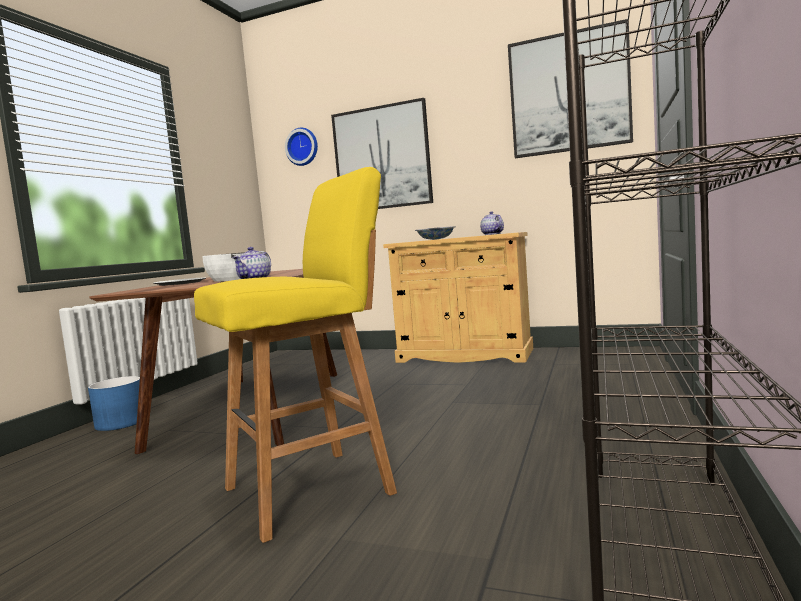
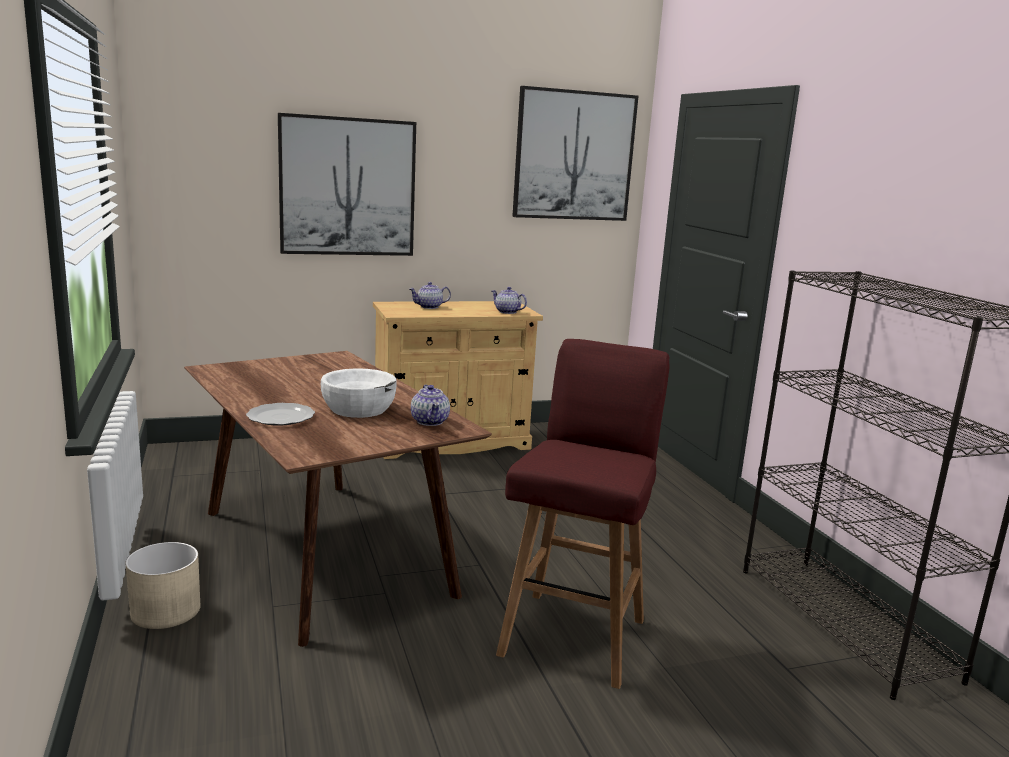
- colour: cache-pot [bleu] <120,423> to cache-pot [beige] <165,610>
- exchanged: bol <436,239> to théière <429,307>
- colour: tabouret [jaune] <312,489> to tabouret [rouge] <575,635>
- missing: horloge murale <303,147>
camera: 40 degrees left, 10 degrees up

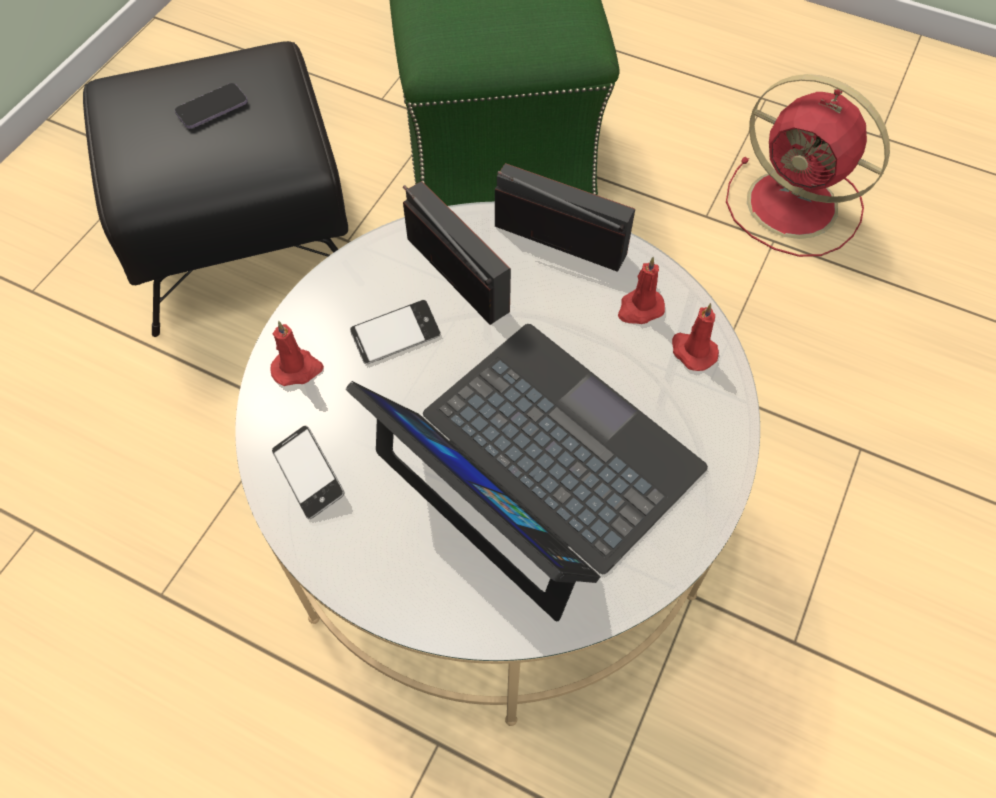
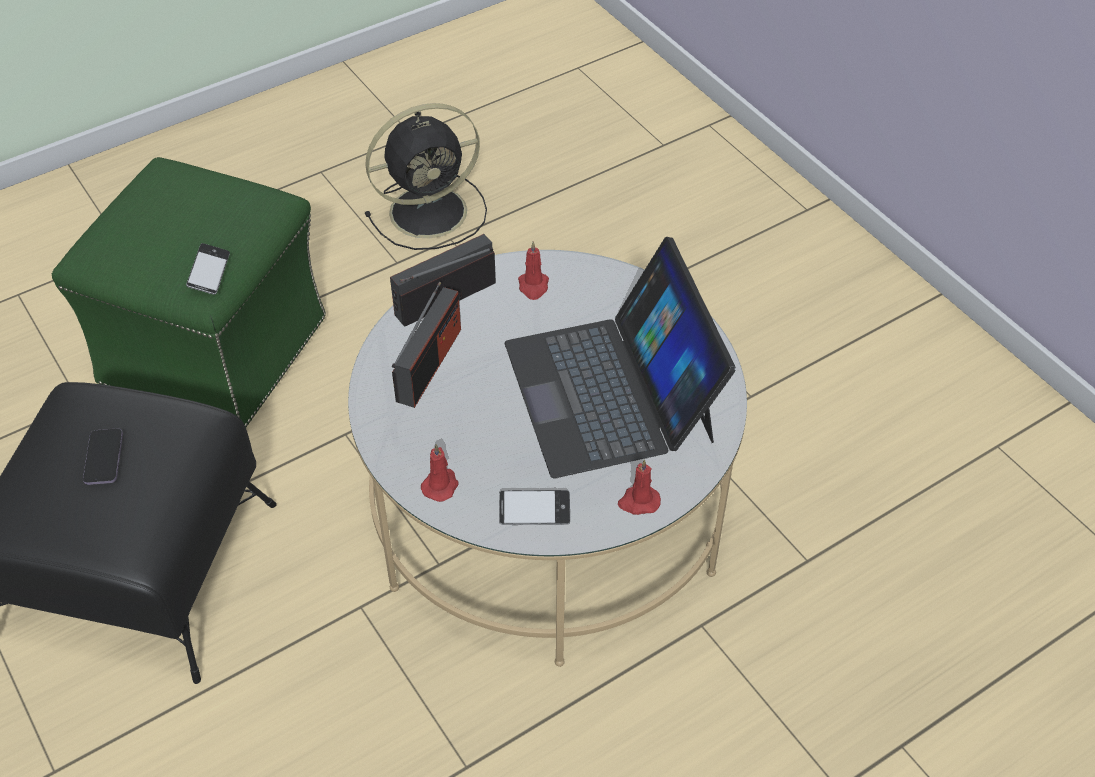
- relocated: téléphone <396,336> to <209,273>
- colour: ventilateur [rouge] <796,206> to ventilateur [noir] <431,211>
- spun: radio <457,274> = <429,364> 120 degrees clockwise
- spun: ordinateur portable <536,465> = <611,390> 90 degrees counterclockwise
- relocated: bougie [rouge] <692,351> to <638,502>
camera: 60 degrees left, 10 degrees down

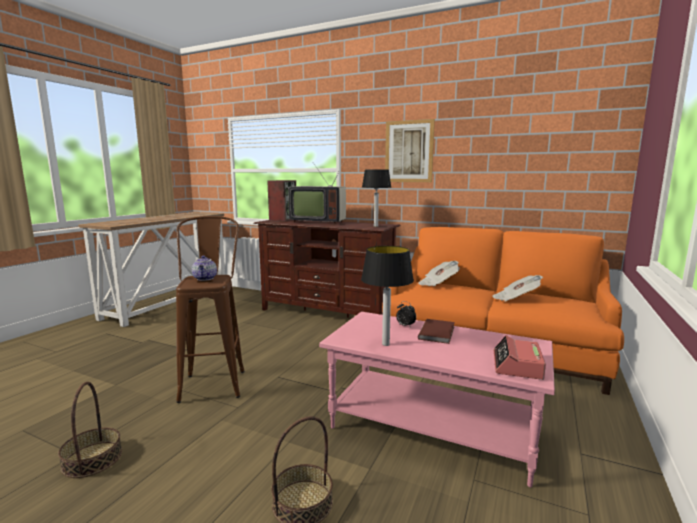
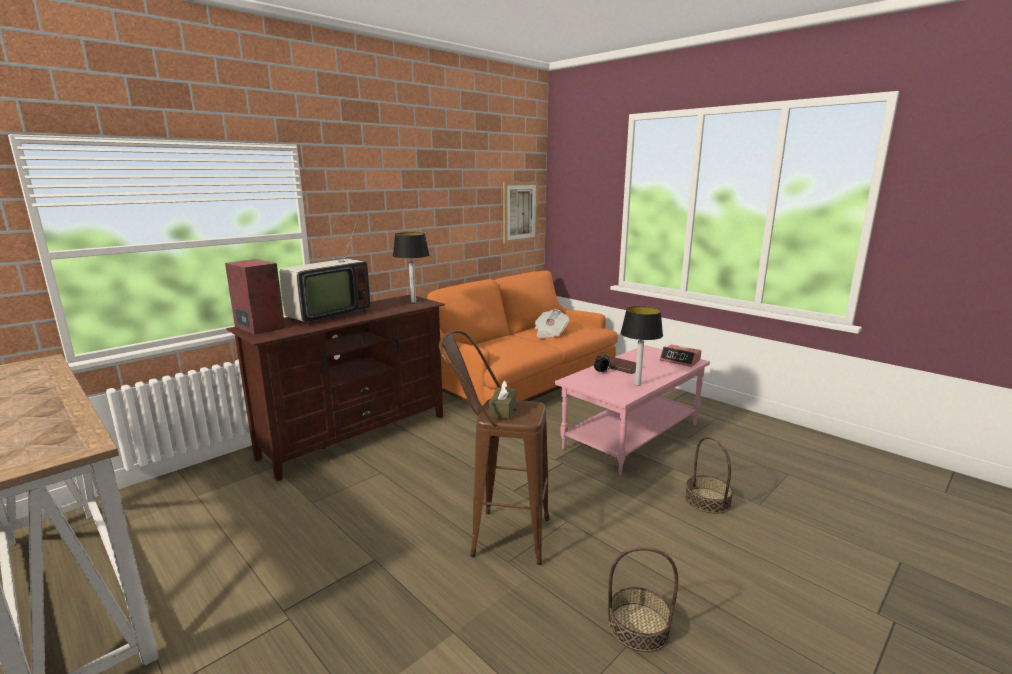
- exchanged: théière <205,278> to boîte à mouchoirs [marron] <503,410>
- relocated: tableau <409,151> to <520,212>
- missing: journal <438,284>
camera: 70 degrees left, 5 degrees up

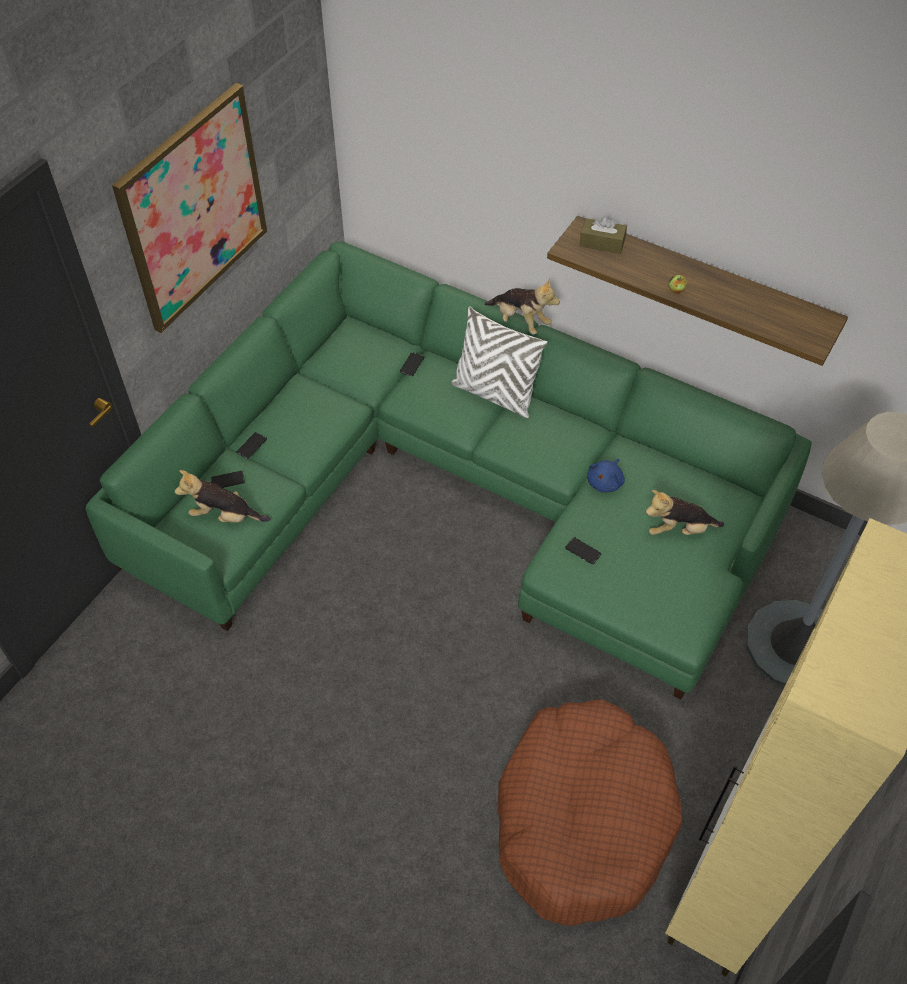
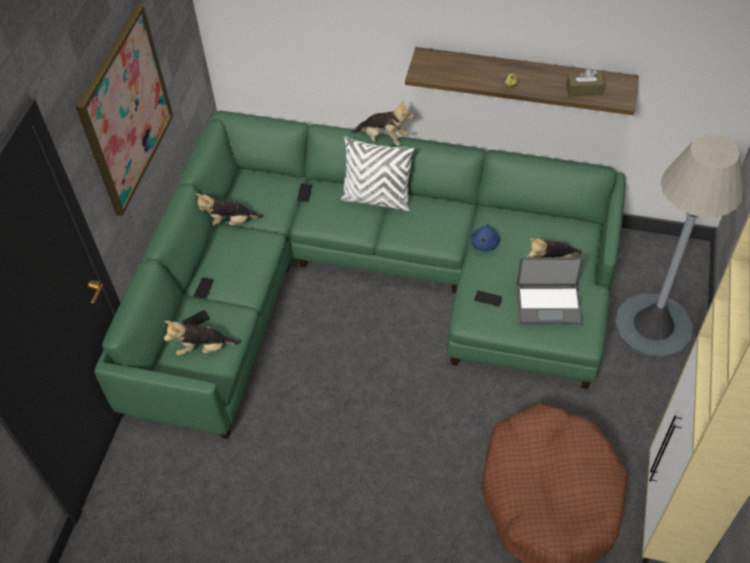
- appeared: peluche <230,223>
- appeared: ordinateur portable <549,304>
- relocated: boîte à mouchoirs [marron] <602,243> to <584,90>
camera: 15 degrees left, 0 degrees up

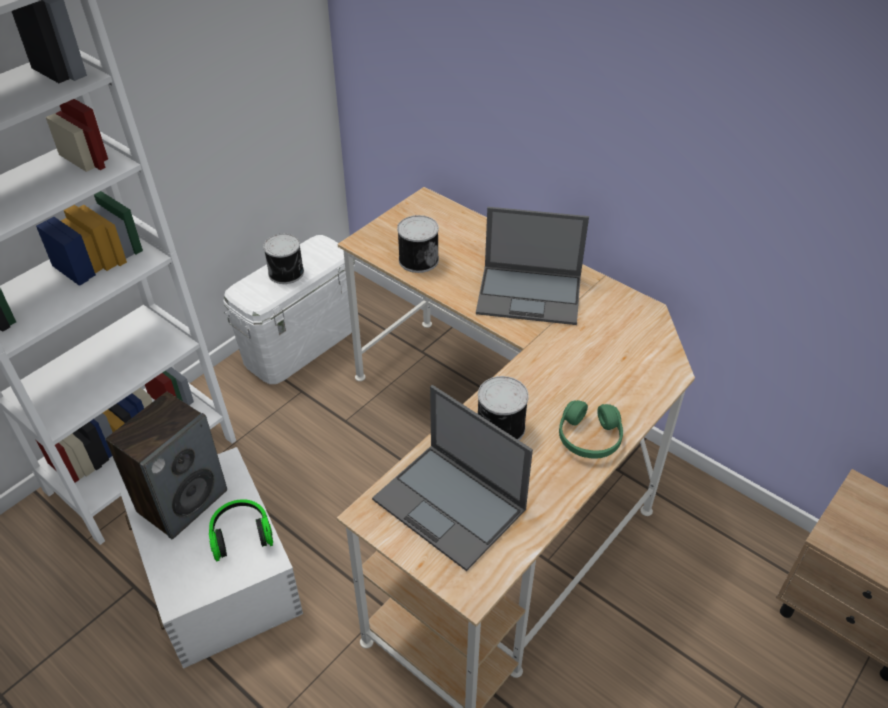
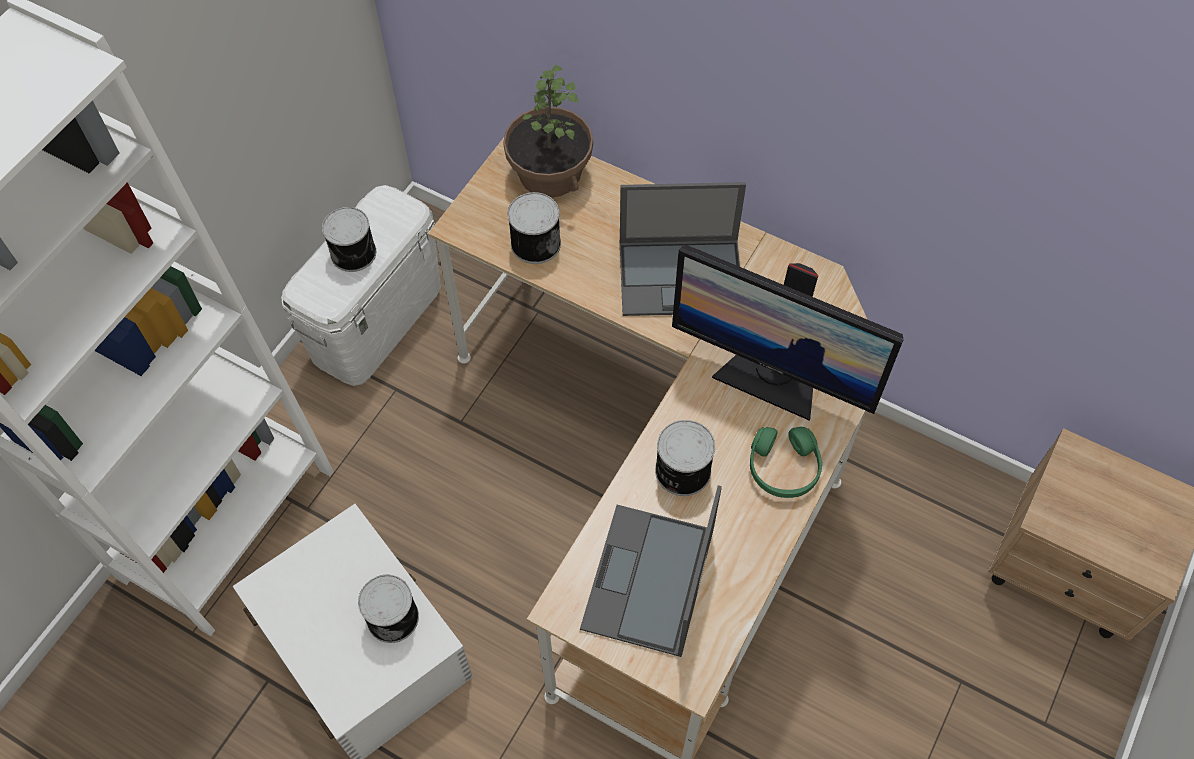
- exchanged: casque audio <241,534> to boîte métallique <393,616>
- appeared: plante en pot <549,174>
- spun: ordinateur portable <451,505> = <648,581> 75 degrees clockwise
- appeared: écran d'ordinateur <771,378>
- missing: enceinte <182,500>
camera: 10 degrees left, 15 degrees up

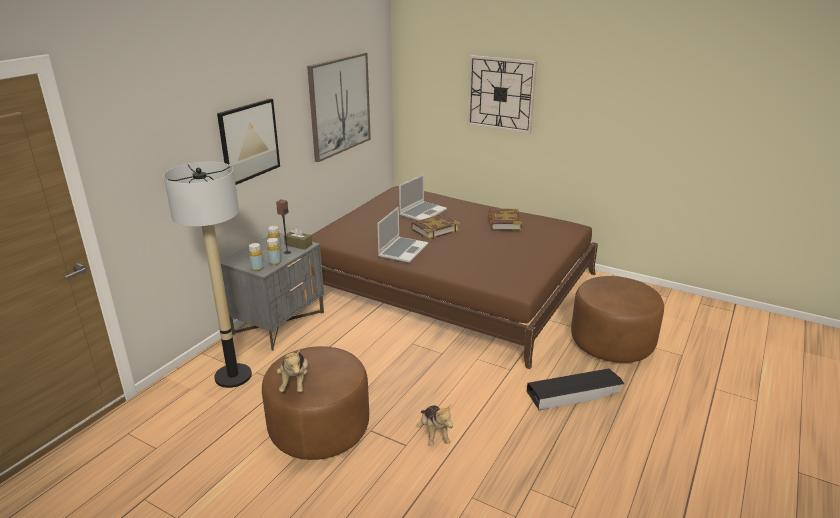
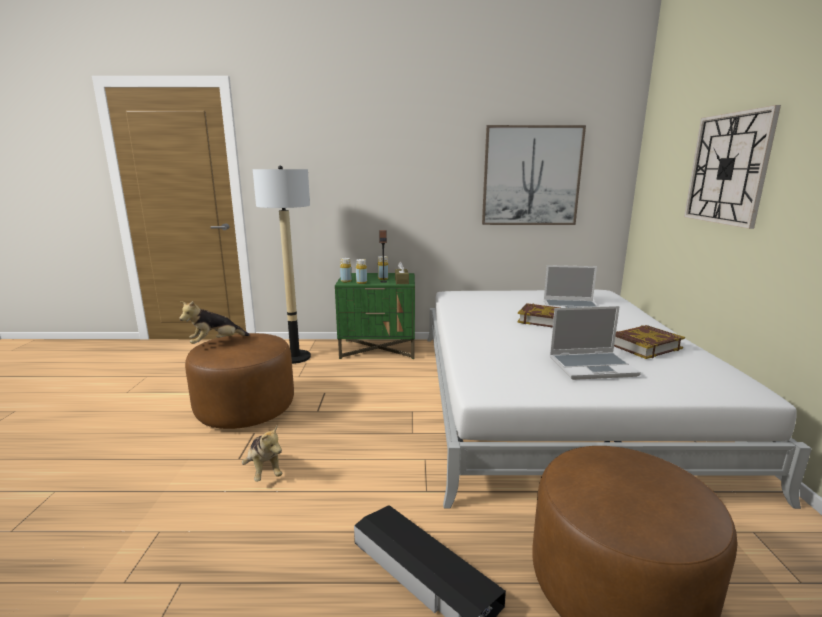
- spun: peluche <434,434> = <264,470> 75 degrees counterclockwise
- colour: table de chevet [gris] <279,323> to table de chevet [vert] <378,349>
- colour: lit [marron] <448,283> to lit [blanc] <552,397>
- relocated: ordinateur portable <403,250> to <592,366>
- missing: tableau <249,141>
camera: 60 degrees right, 10 degrees down

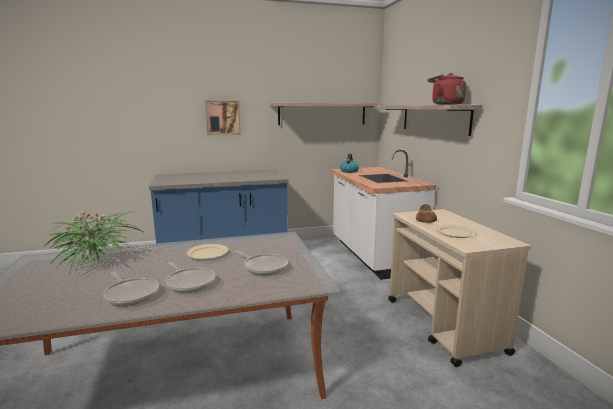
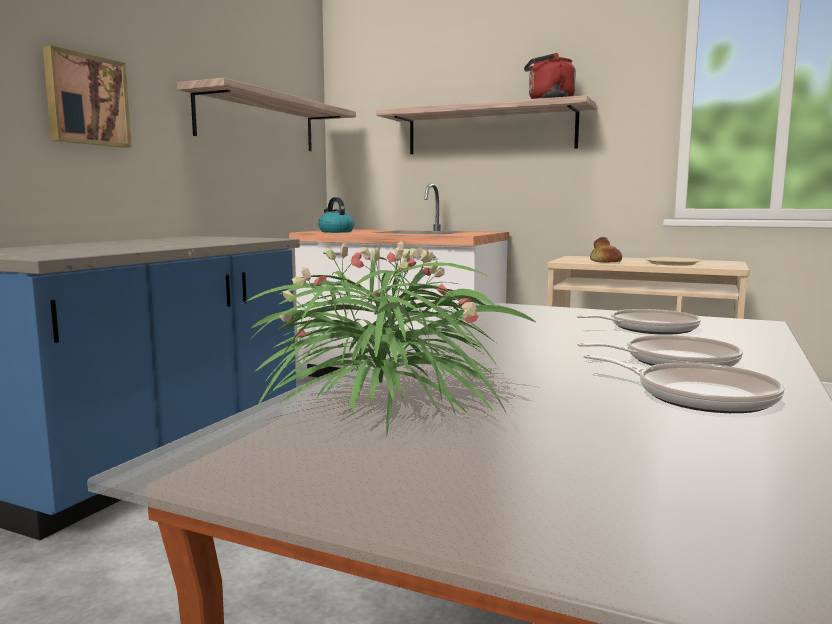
- spun: poêle <131,294> = <698,396> 45 degrees clockwise
- missing: assiette [beige] <207,253>
camera: 50 degrees left, 5 degrees down

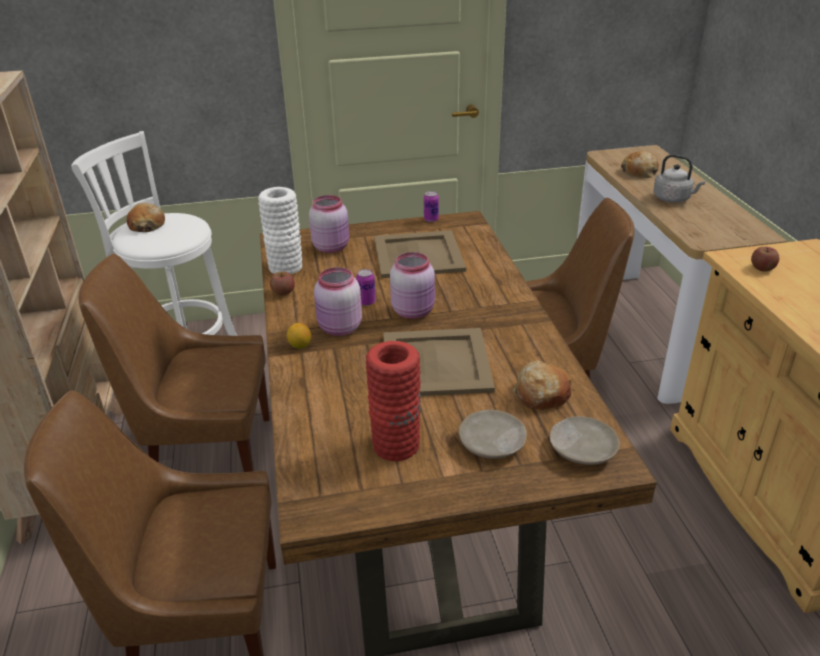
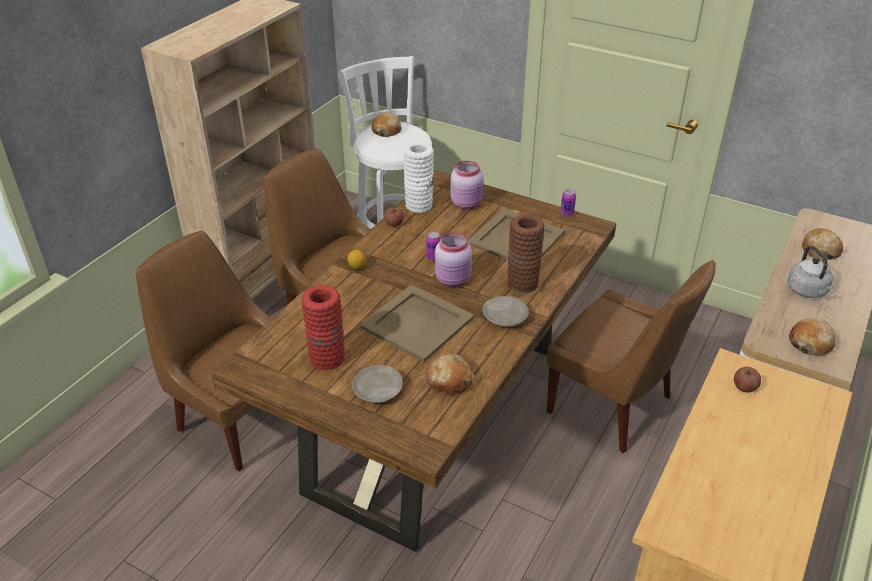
- relocated: assiette [beige] <582,449> to <505,317>
- appeared: vase [marron] <522,283>
- appeared: pain <810,343>
- missing: bocal [rose] <339,328>
camera: 40 degrees right, 5 degrees up

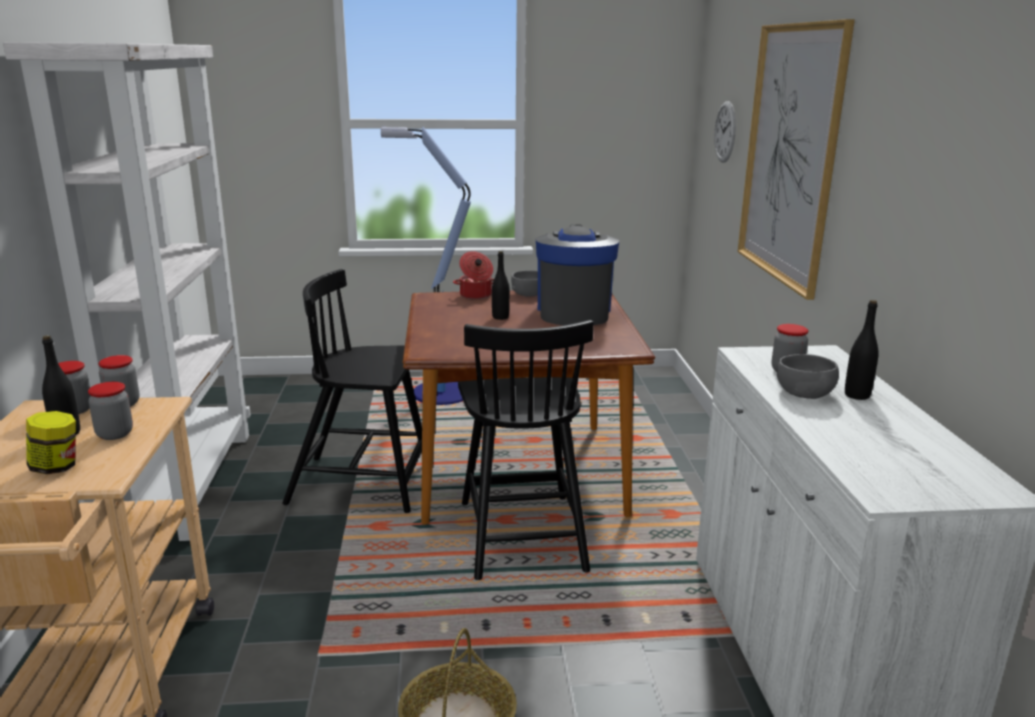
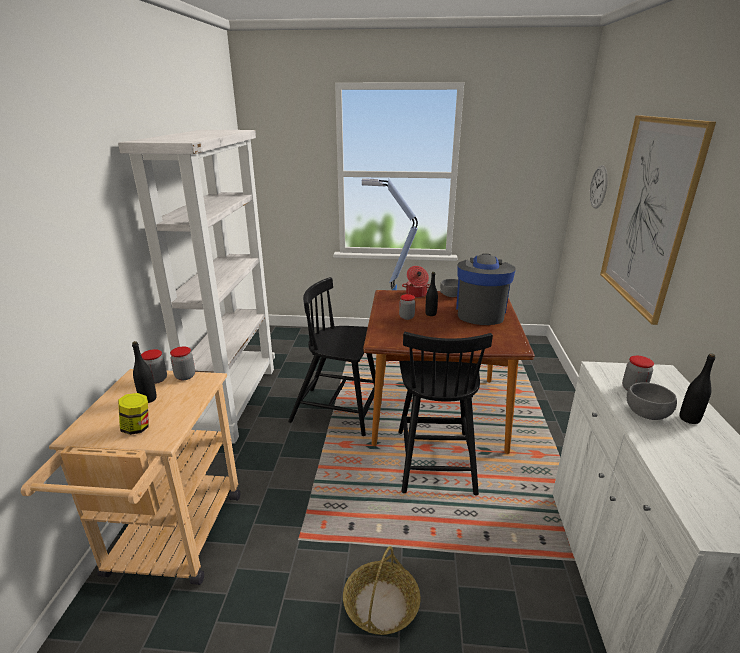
- relocated: bocal <115,434> to <406,317>
camera: 10 degrees right, 5 degrees up

